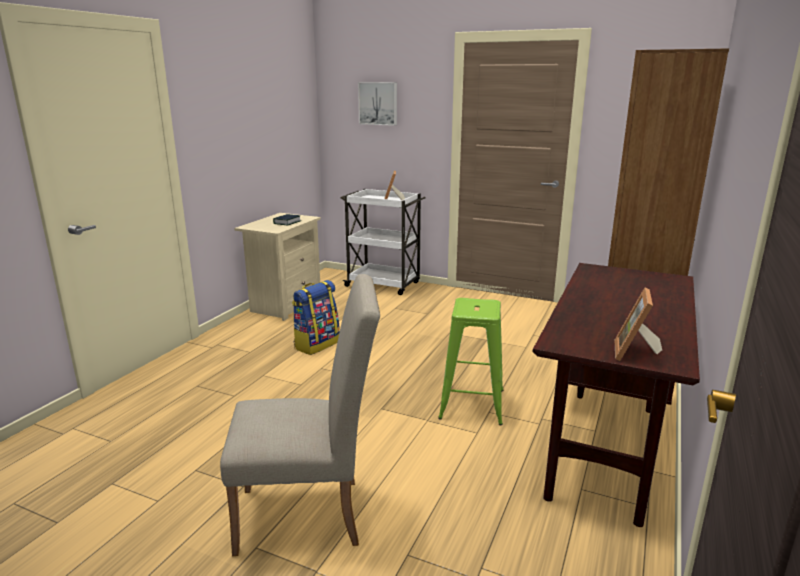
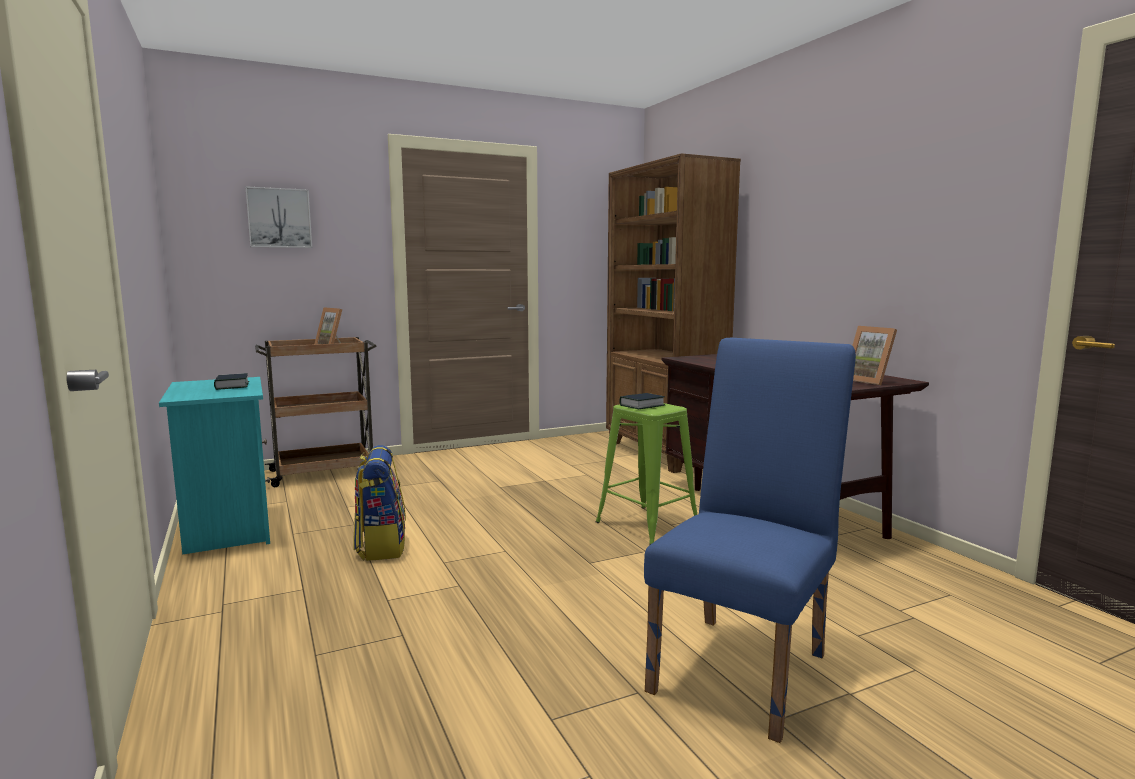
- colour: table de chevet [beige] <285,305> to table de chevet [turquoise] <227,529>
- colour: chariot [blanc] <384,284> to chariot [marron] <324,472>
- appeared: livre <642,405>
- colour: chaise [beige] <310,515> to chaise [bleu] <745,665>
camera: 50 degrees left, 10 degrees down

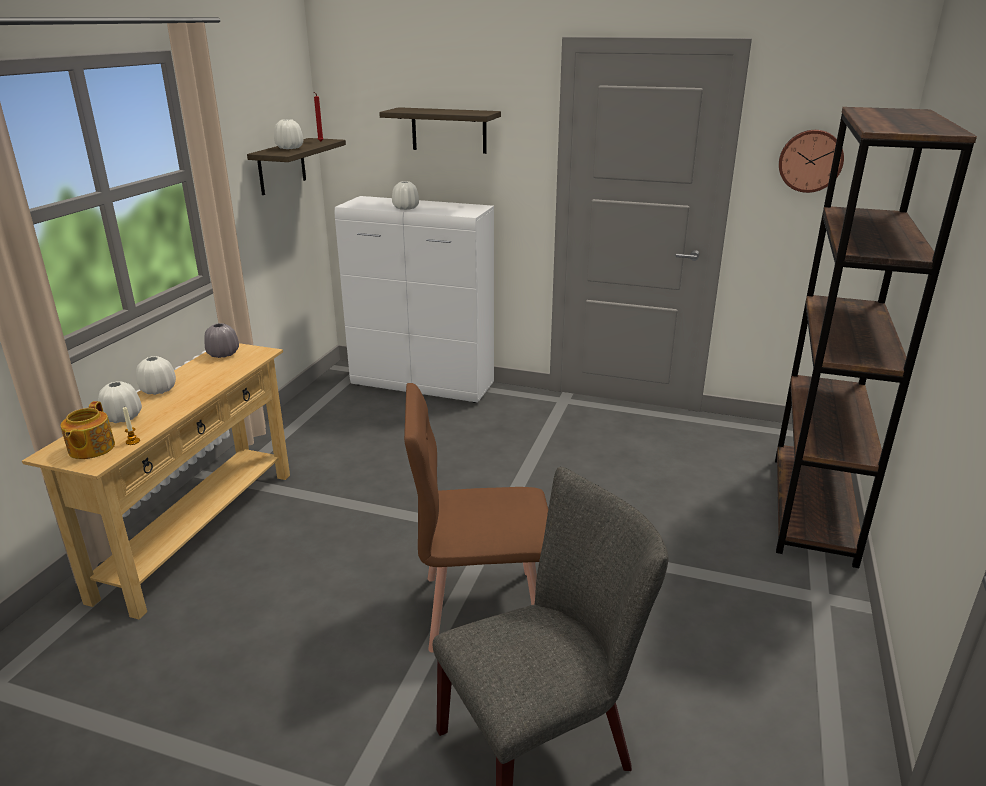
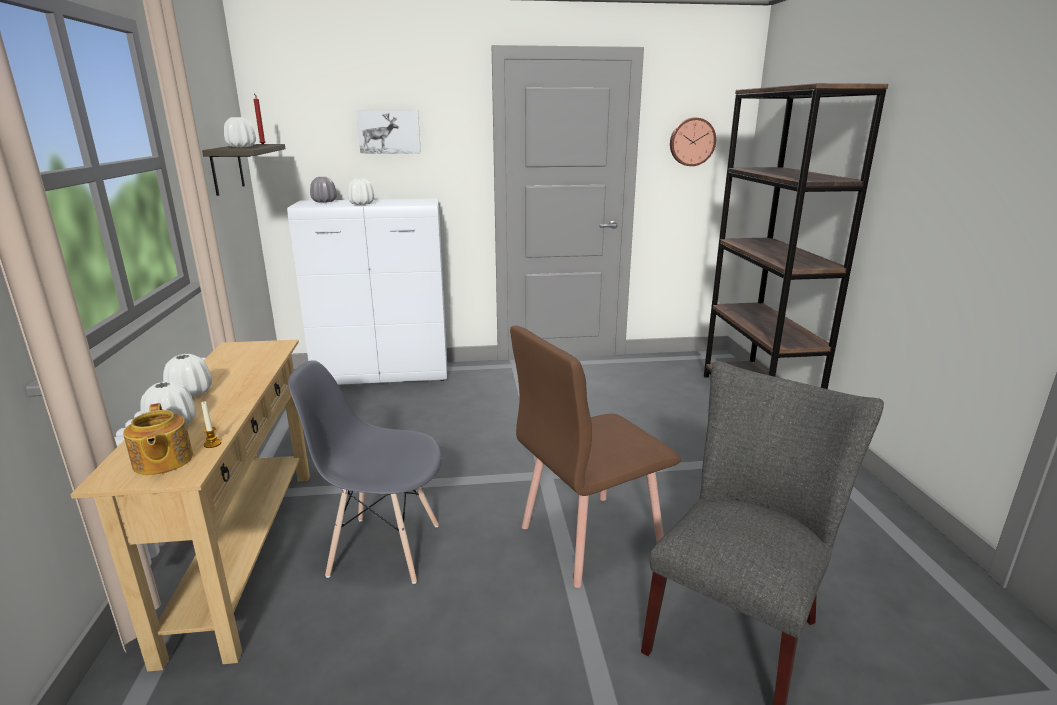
- appeared: chaise [gris] <384,549>
- relocated: vase [gris] <223,354> to <324,202>
- exchanged: étagère <449,130> to tableau <389,132>
camera: 25 degrees left, 5 degrees down

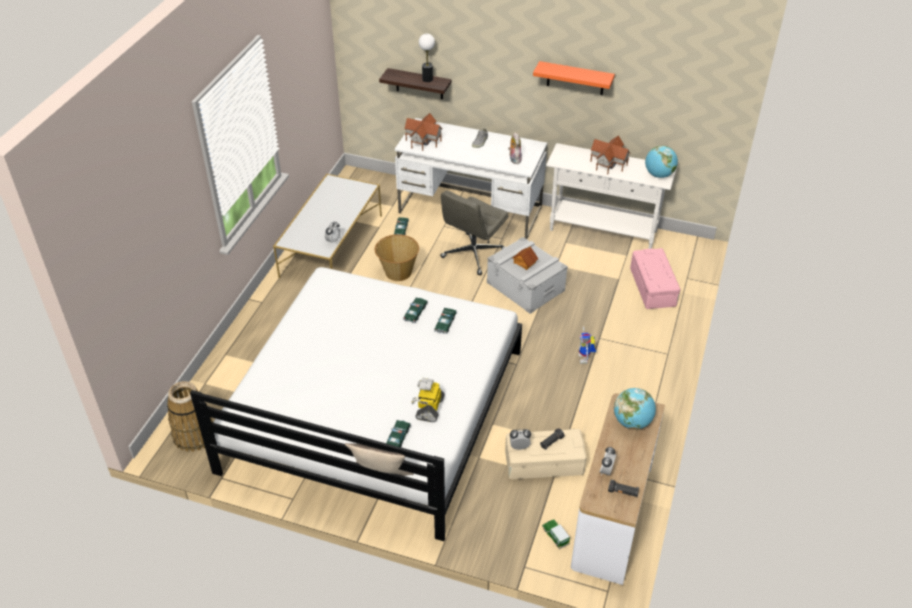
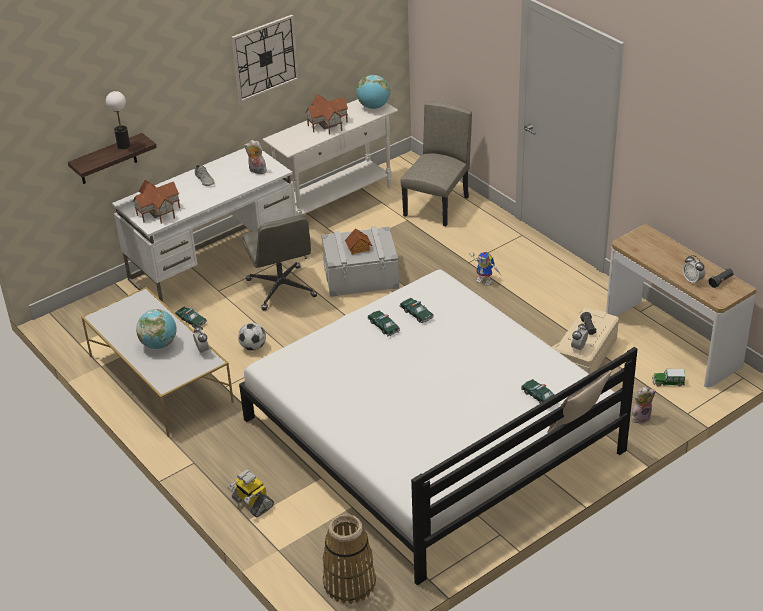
- relocated: globe <632,422> to <159,344>
- relocated: robot jouet <429,408> to <252,503>
- exchanged: étagère [orange] <575,78> to horloge murale <265,58>
- exchanged: panier <398,272> to ballon de foot <253,347>
- exchanged: boîte de rangement [rose] <653,287> to chaise [beige] <437,206>
- appeared: peluche <640,417>
camera: 55 degrees left, 5 degrees down

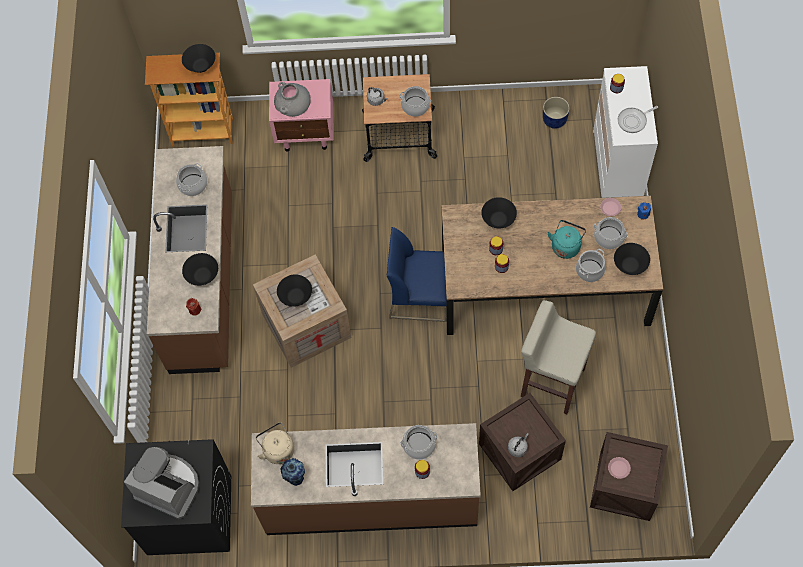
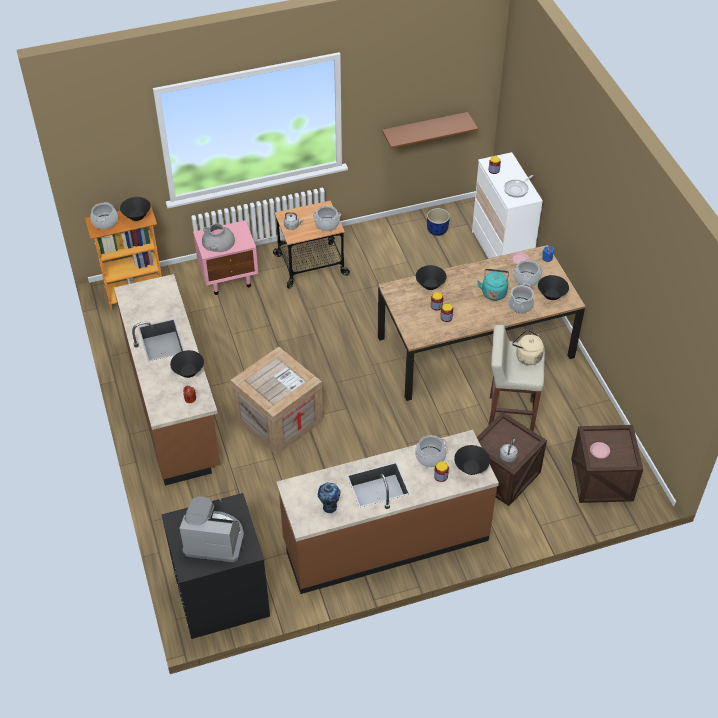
- relocated: marmite <192,184> to <105,222>
- appeared: étagère [marron] <424,129>
- relocated: bol [noir] <296,296> to <471,468>
- relocated: bouilloire [beige] <277,449> to <526,356>
- missing: chaise [bleu] <420,295>
camera: 20 degrees left, 15 degrees down

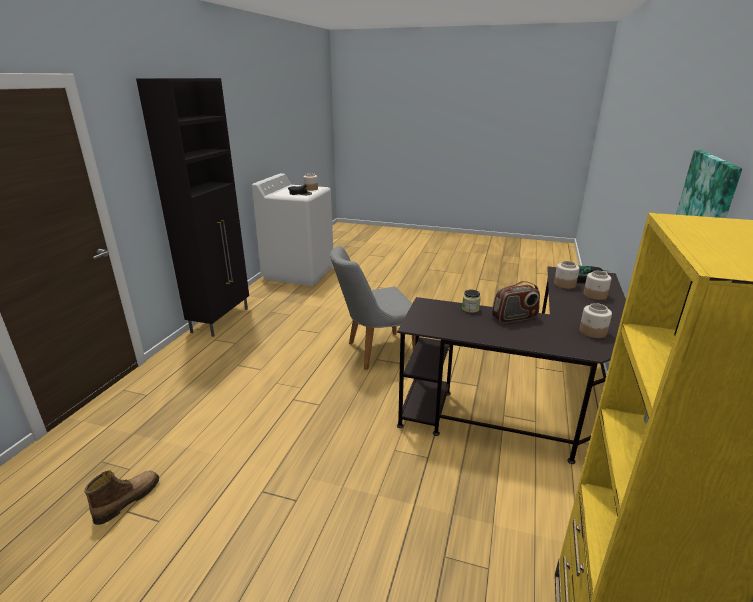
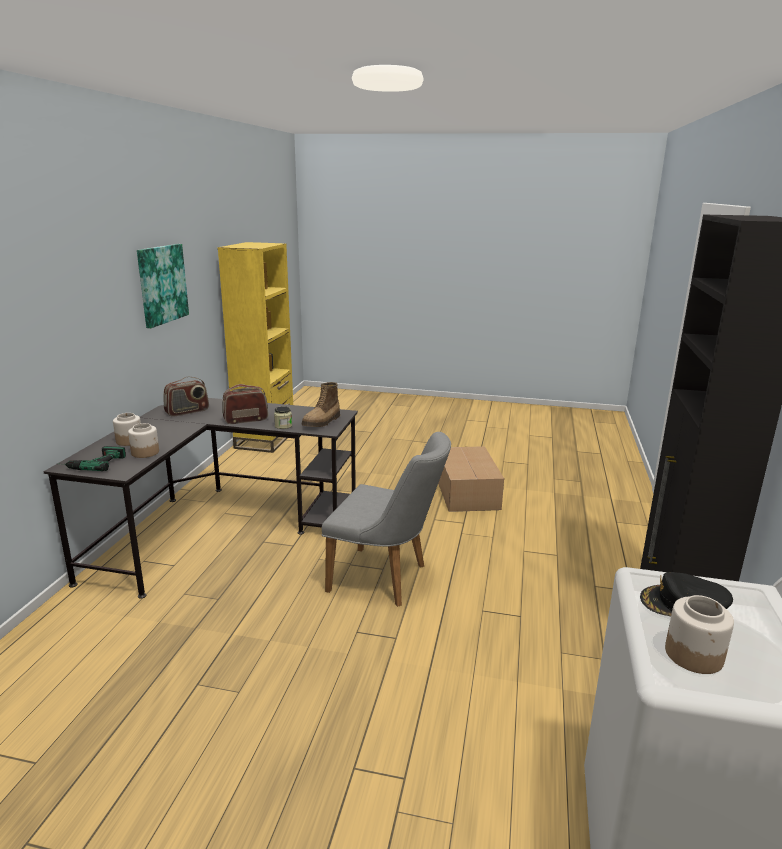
- exchanged: bocal <593,332> to radio <187,412>
- relocated: botte <127,500> to <322,422>
- spun: chaise [gris] <374,352> = <386,579> 45 degrees clockwise
- appeared: carton <467,491>
camera: 175 degrees right, 5 degrees down

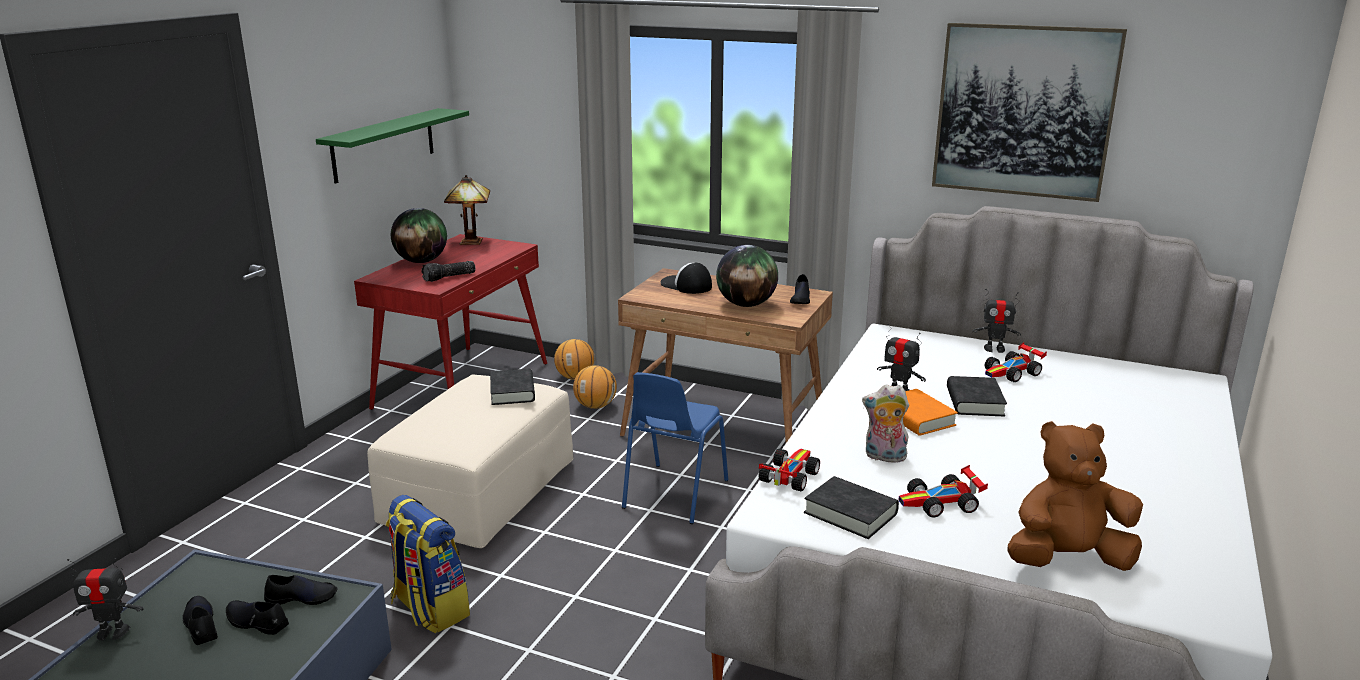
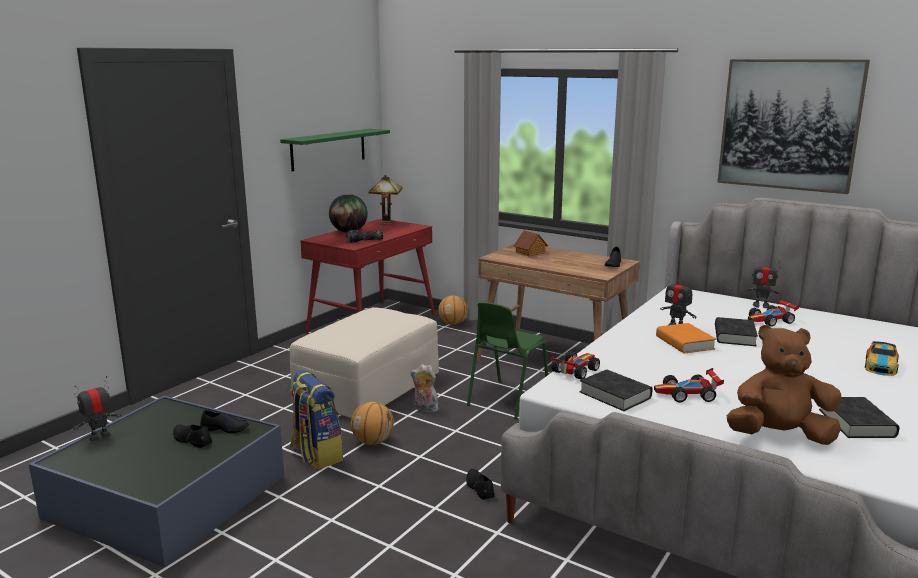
- spun: robot jouet <112,632> = <99,436> 135 degrees clockwise
- relocated: ballon de basket <595,406> to <373,442>
- relocated: peluche <884,457> to <424,409>
- relocated: chaussure [noir] <201,625> to <479,488>
- colour: chaise [bleu] <673,494> to chaise [vert] <507,400>
- exchanged: casquette <686,285> to maison miniature <530,253>
- relocated: livre [noir] <512,392> to <856,423>
- appeared: petite voiture <880,366>
- missing: globe <746,304>
camera: 10 degrees right, 5 degrees down

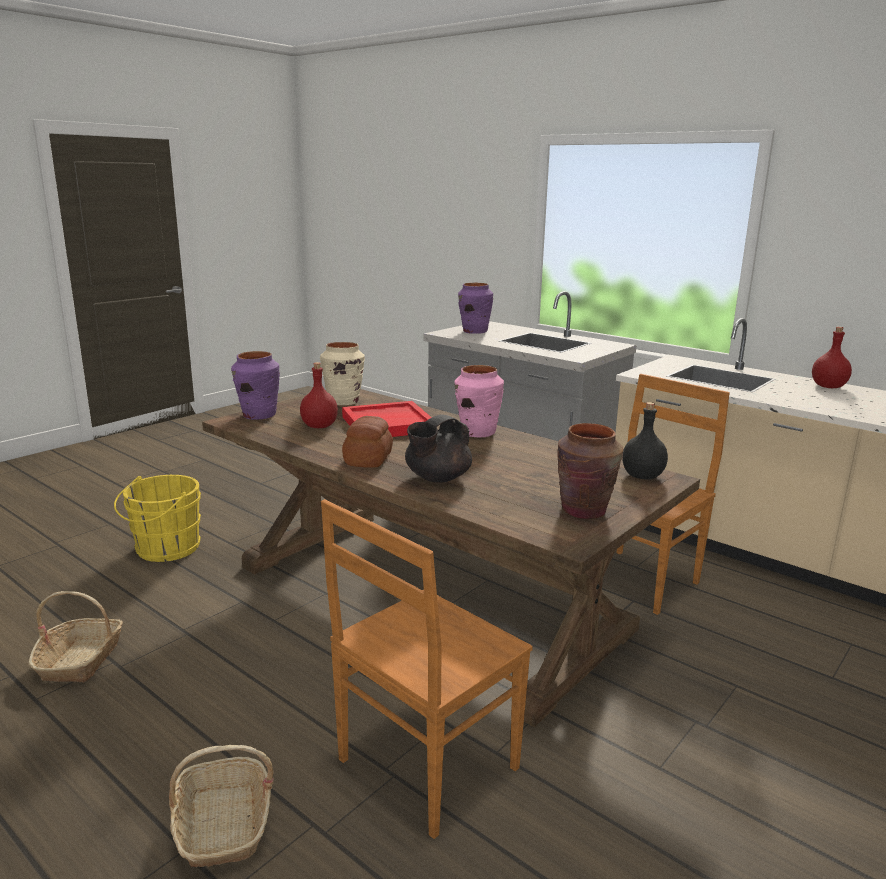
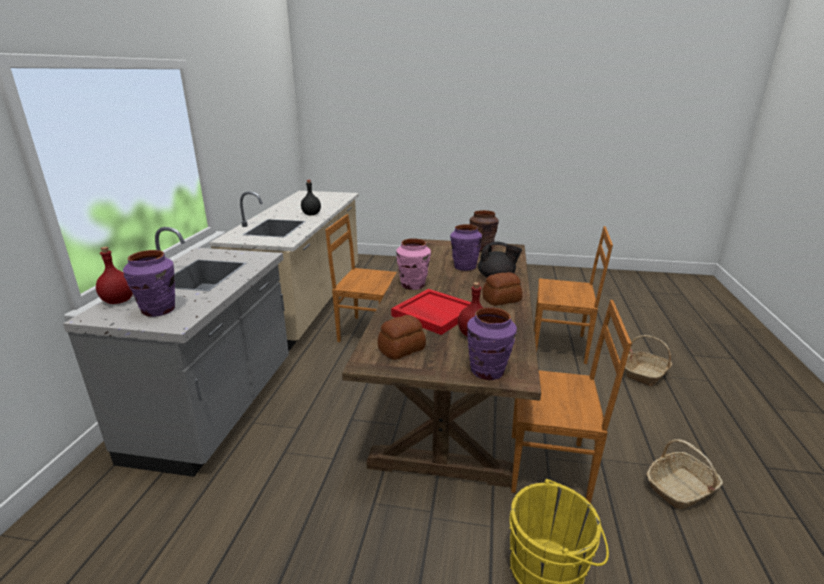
- relocated: bouteille [rouge] <827,387> to <118,301>
- relocated: bouteille [noir] <641,476> to <311,214>
- exchanged: vase [beige] <343,402> to pain <402,349>
- appeared: vase [violet] <464,267>
- appeared: chaise [marron] <551,467>
camera: 120 degrees left, 5 degrees up

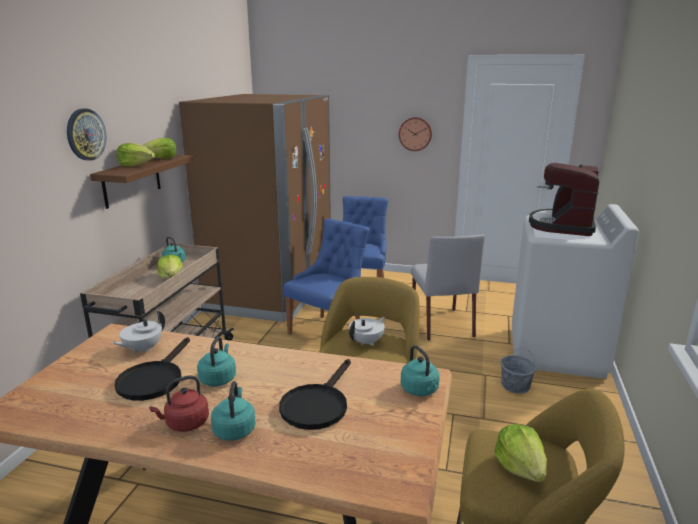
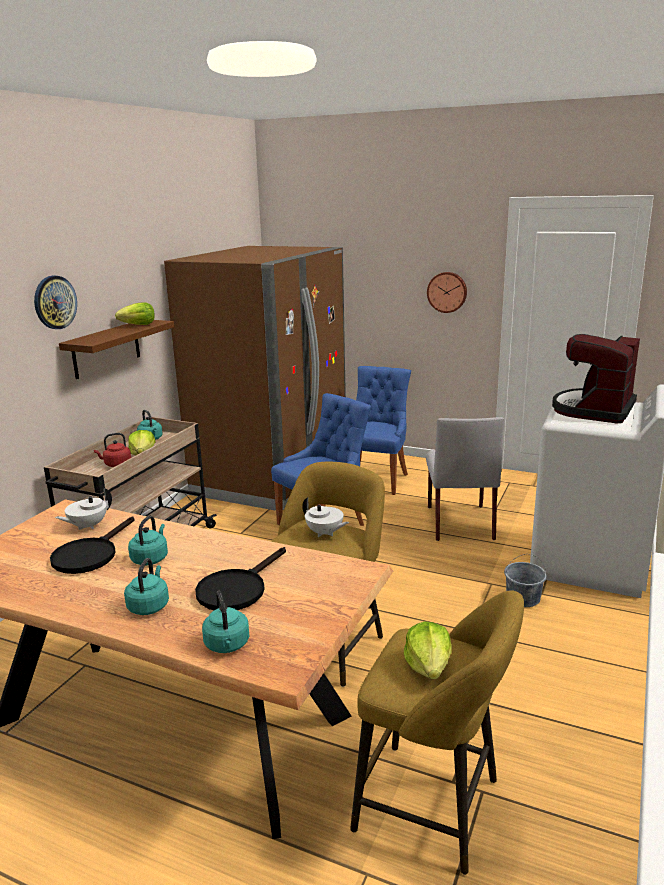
- relocated: bouilloire [rouge] <185,424> to <116,464>
- relocated: bouilloire [turquoise] <420,390> to <227,645>
- spun: théière [blanc] <367,342> = <324,533> 75 degrees clockwise
- missing: laitue <135,165>
camera: 10 degrees right, 0 degrees up

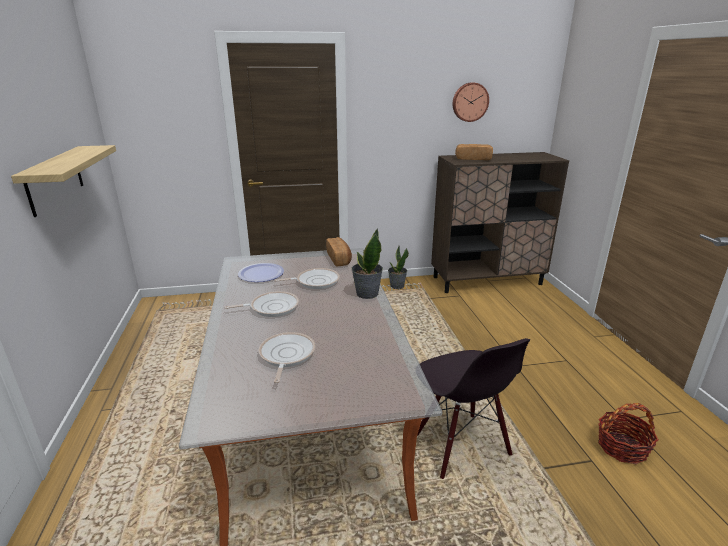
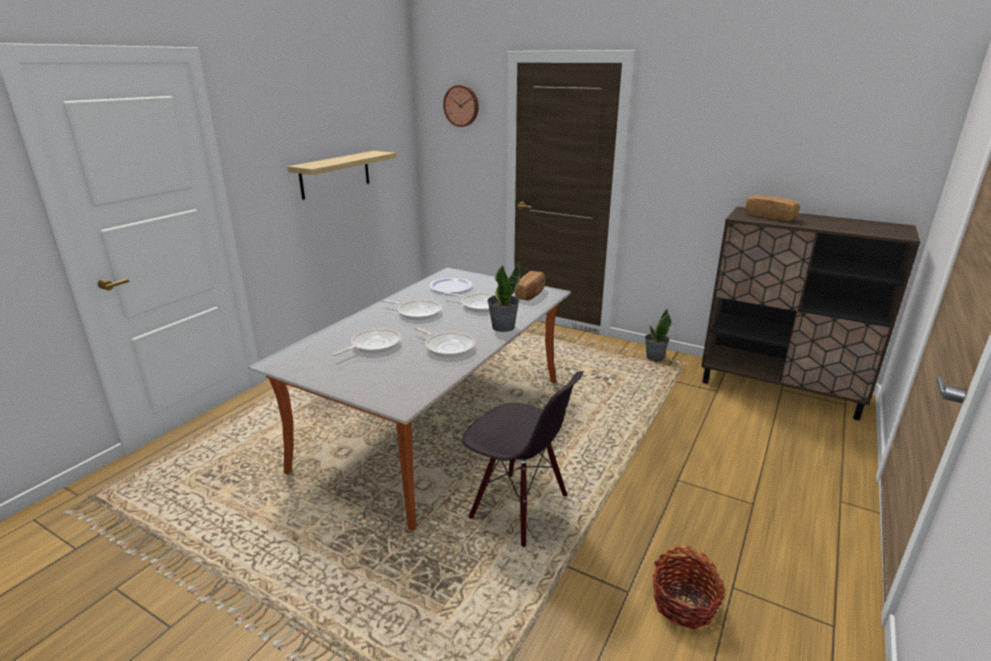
- appeared: poêle <448,347>
- relocated: horloge murale <469,102> to <462,105>
- spun: chaise [noir] <460,445> = <518,508> 75 degrees counterclockwise
camera: 40 degrees right, 0 degrees up

